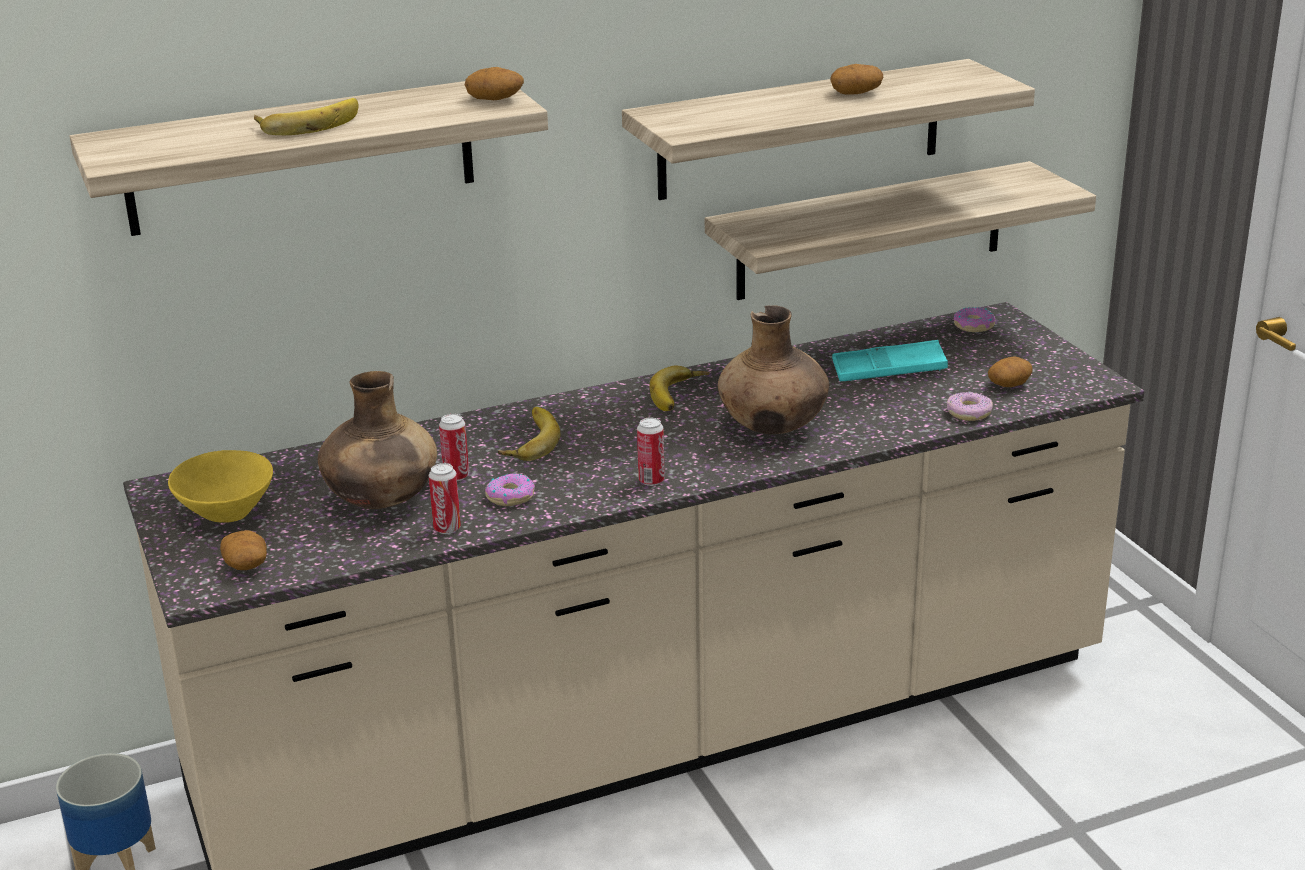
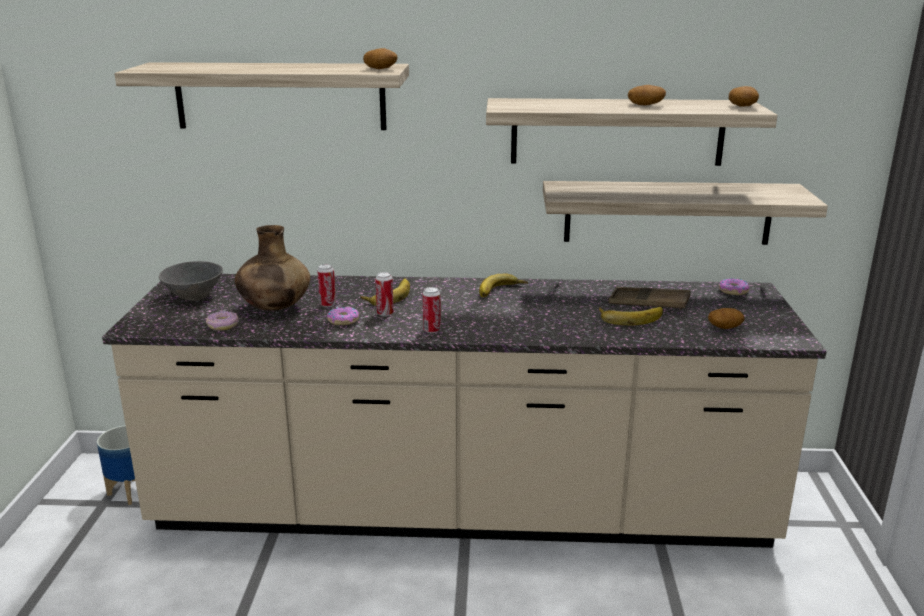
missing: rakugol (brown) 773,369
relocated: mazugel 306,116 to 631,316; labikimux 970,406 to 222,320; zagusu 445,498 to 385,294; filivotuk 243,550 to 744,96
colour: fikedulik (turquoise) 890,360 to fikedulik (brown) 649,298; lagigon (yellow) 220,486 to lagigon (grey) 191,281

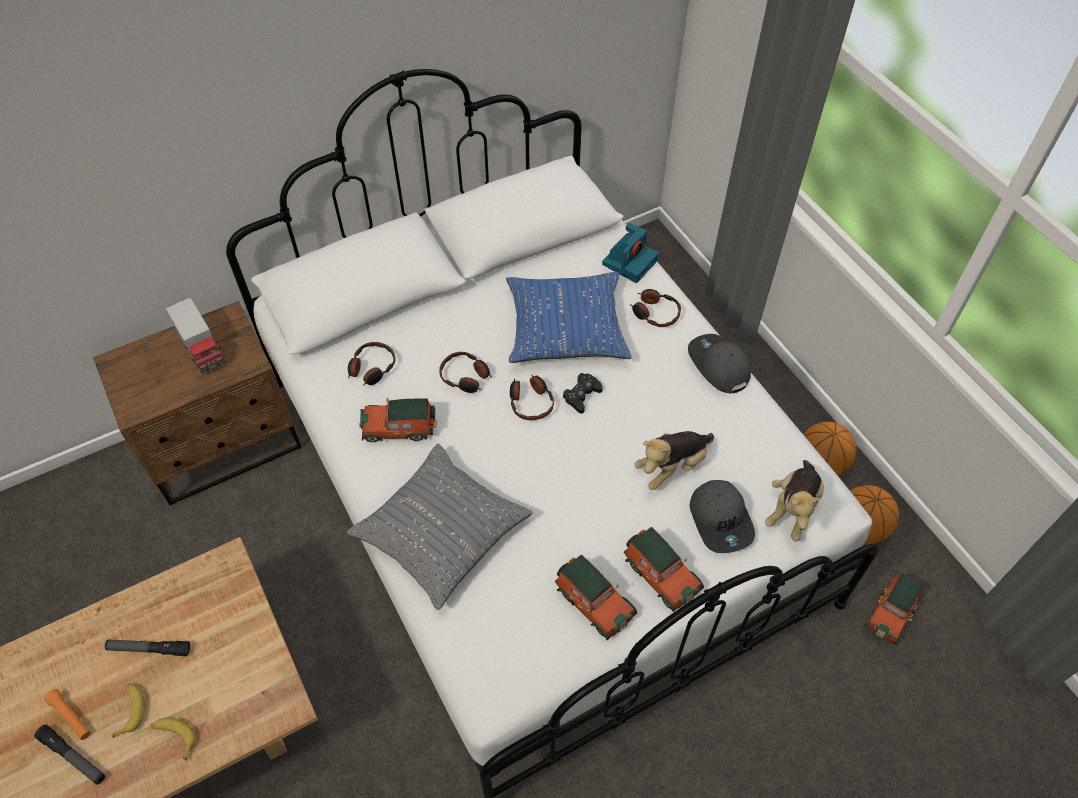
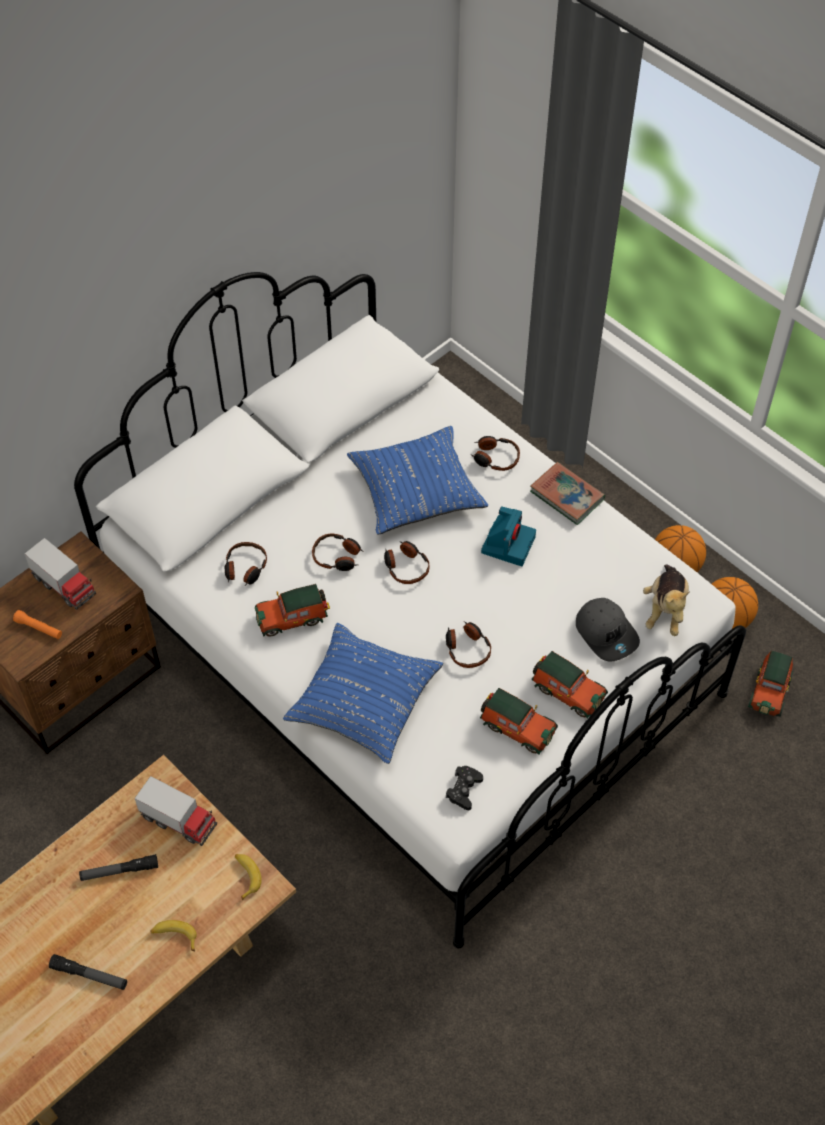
missing: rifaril 674,460
appeared: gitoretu 468,644; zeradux 176,811
relocated: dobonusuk 630,253 to 508,536; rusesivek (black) 583,393 to 464,788; mazugel 129,710 to 248,877; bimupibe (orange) 68,714 to 37,624
exchanged: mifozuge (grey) 719,363 to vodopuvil 567,493
colour: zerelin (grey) 439,527 to zerelin (blue) 363,693

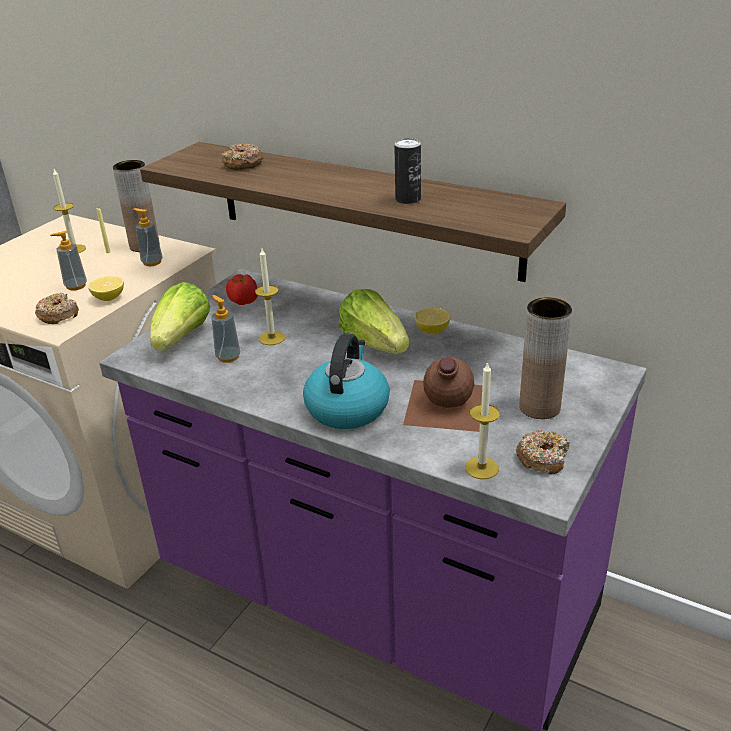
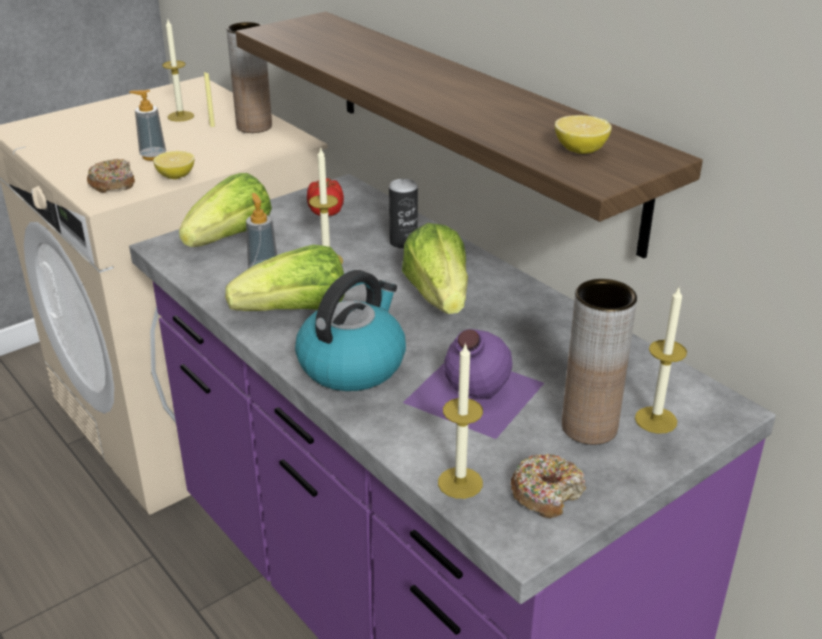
missing: labikimux 242,156; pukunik 147,237
appeared: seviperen 285,277; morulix 661,361
relocated: zagusu 407,171 to 403,214; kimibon 432,321 to 583,134
colour: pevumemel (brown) 442,394 to pevumemel (purple) 473,384

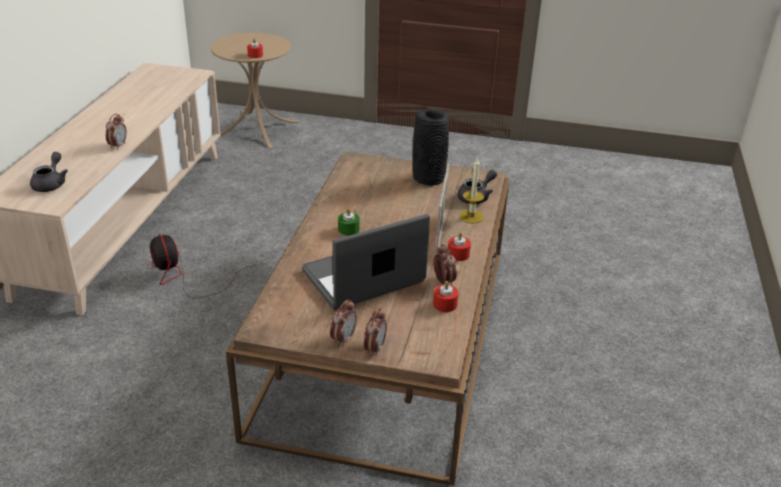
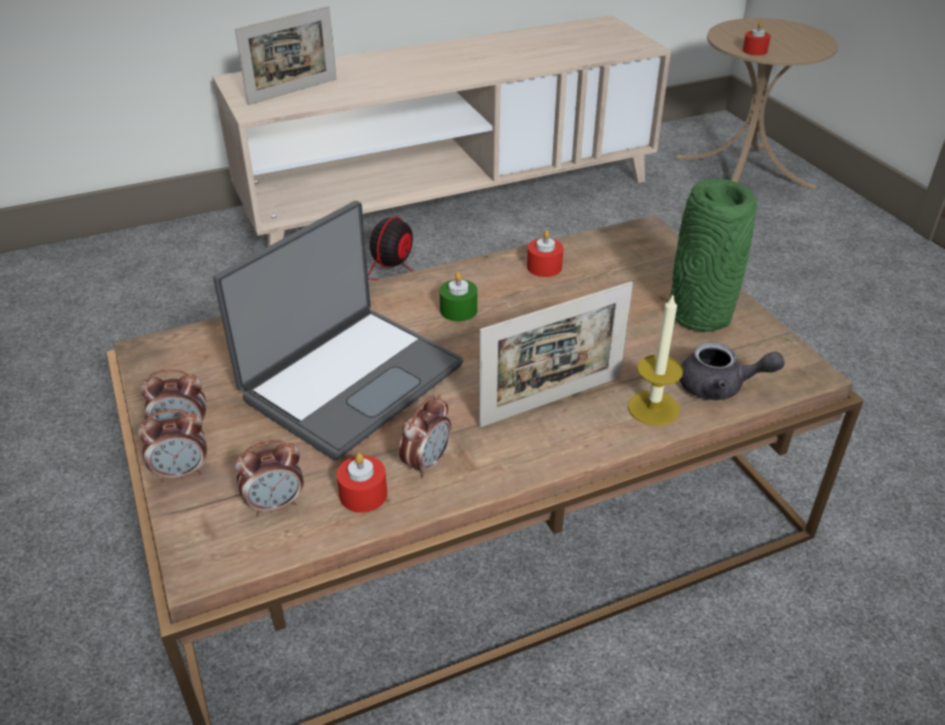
relocated: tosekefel 116,132 to 269,478; morulix (red) 459,246 to 545,253
exchanged: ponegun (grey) 49,172 to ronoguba 285,55
colour: rakugol (black) 431,147 to rakugol (green) 713,255
spun: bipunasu 366,262 = 338,330 105 degrees clockwise

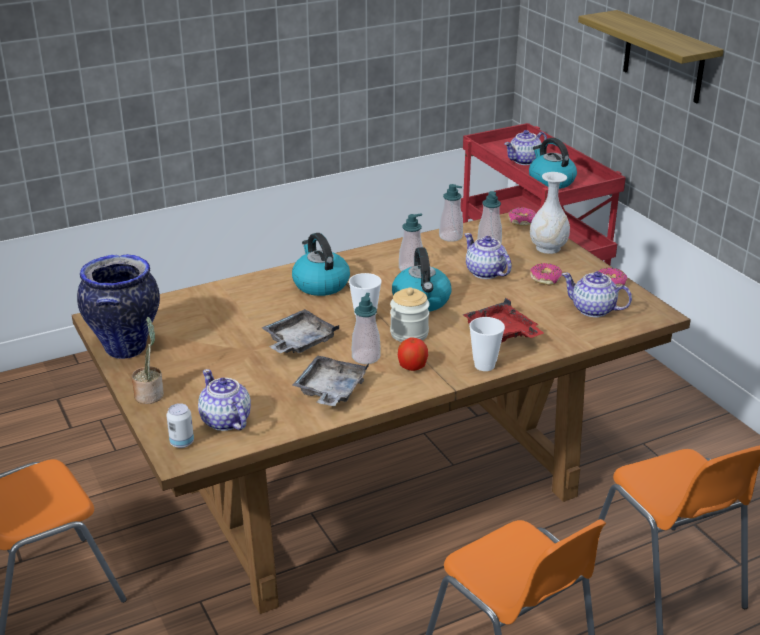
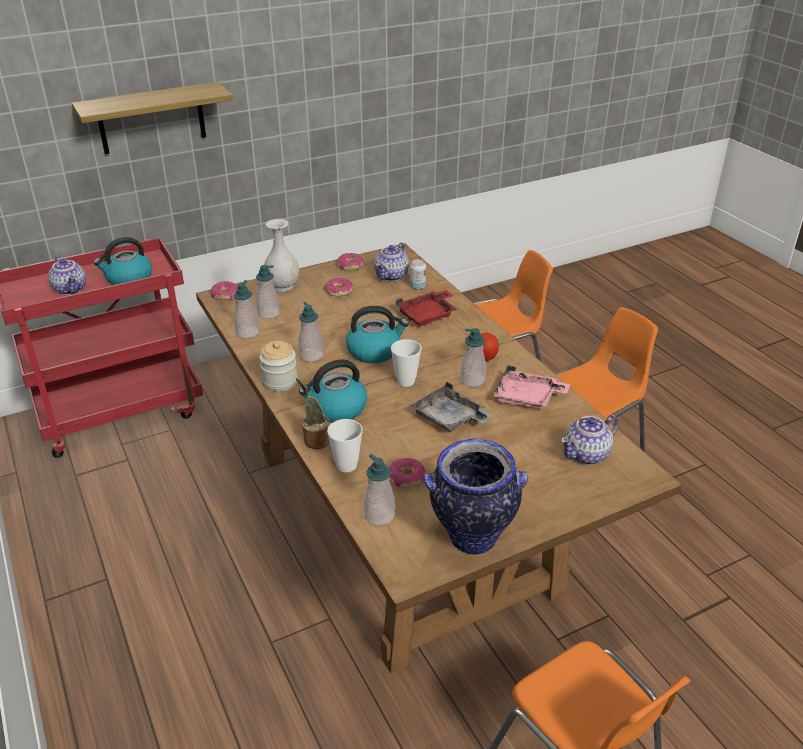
missing: ponegun 488,256
appeared: pukunik 379,490; labikimux 407,473
relocated: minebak 410,315 to 278,366; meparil 147,360 to 313,413; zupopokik 487,344 to 345,445; zagusu 180,425 to 418,274
colour: fikedulik (grey) 330,380 to fikedulik (pink) 531,387

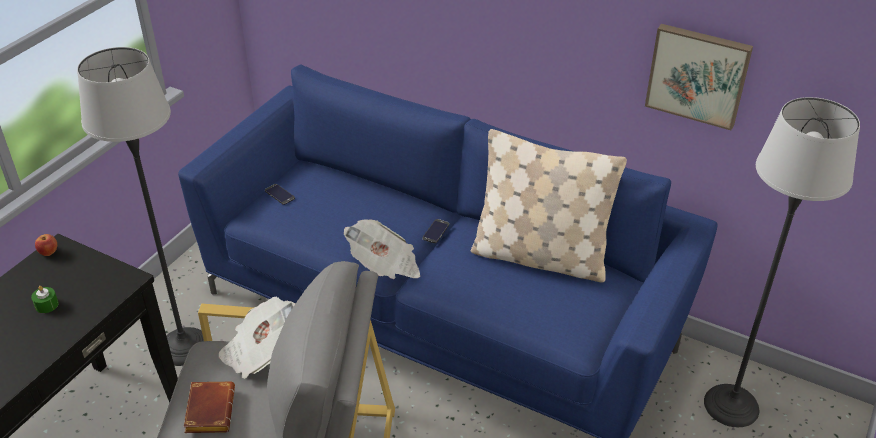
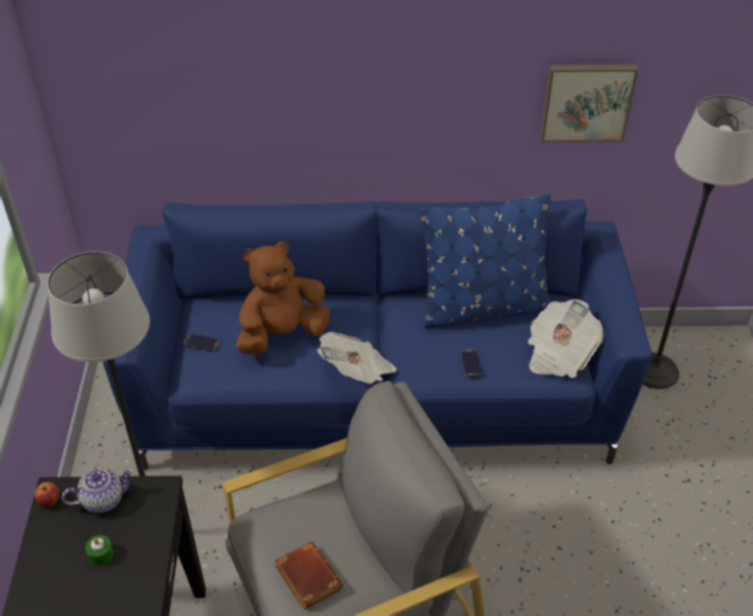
appeared: rifaril (brown) 283,298; ponegun 98,490
relocated: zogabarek 436,231 to 471,363; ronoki 257,337 to 566,338
colour: zerelin (beige) 549,206 to zerelin (blue) 485,261

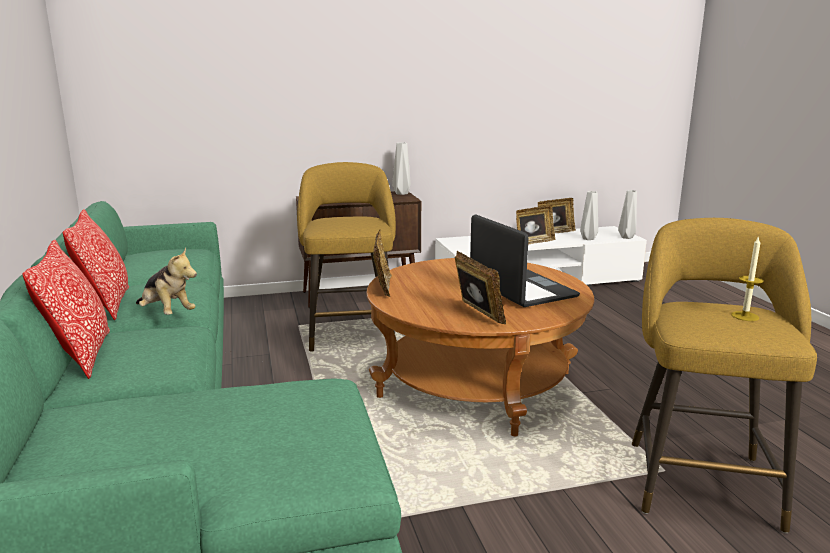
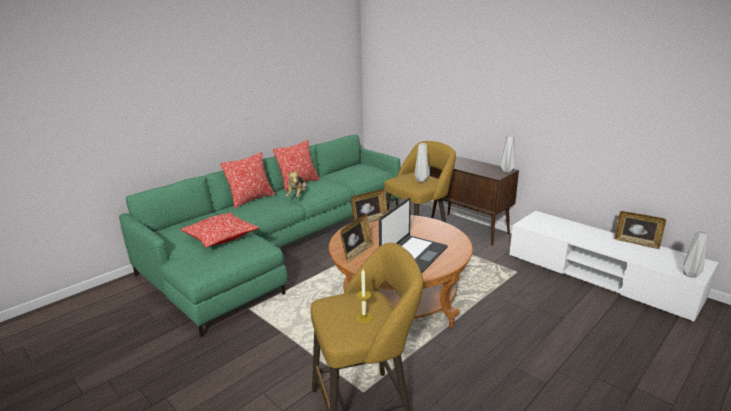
missing: ronoguba 536,224
appeared: zerelin 220,230
relocated: rakugol (grey) 589,215 to 422,162

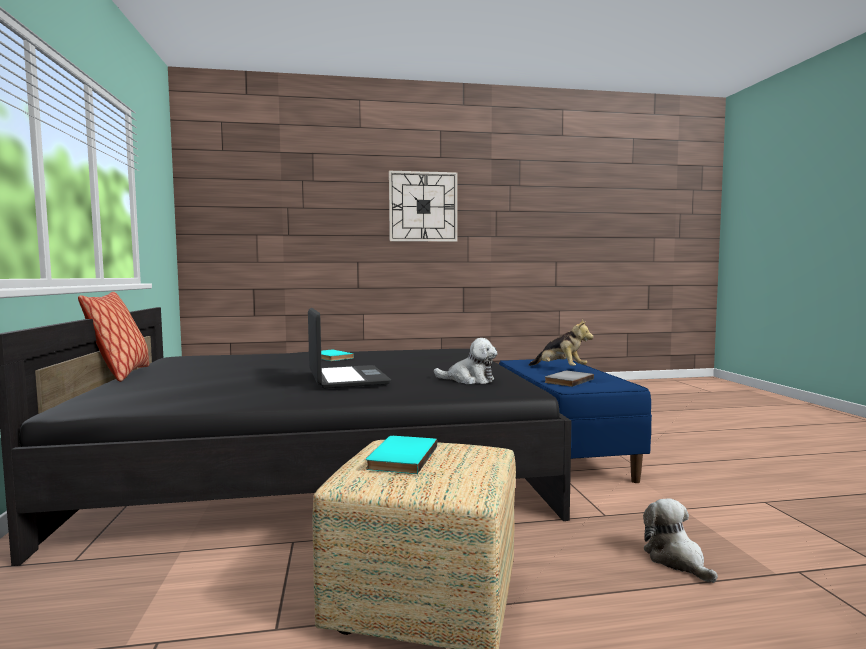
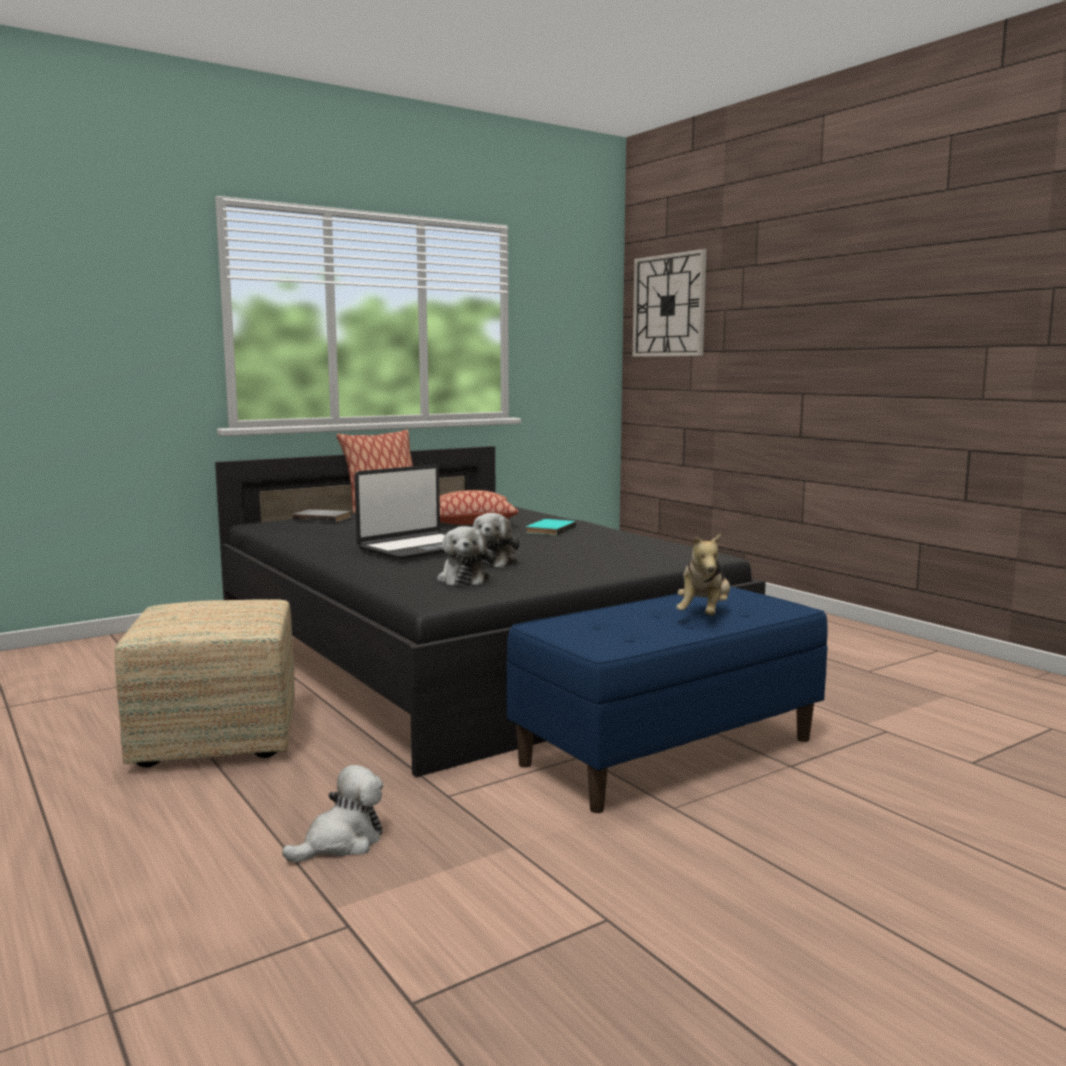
missing: vodopuvil (turquoise) 401,455
appeared: zerelin 479,507; rifaril 496,540
relocated: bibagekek 423,206 to 669,303; vodopuvil (grey) 569,379 to 321,515

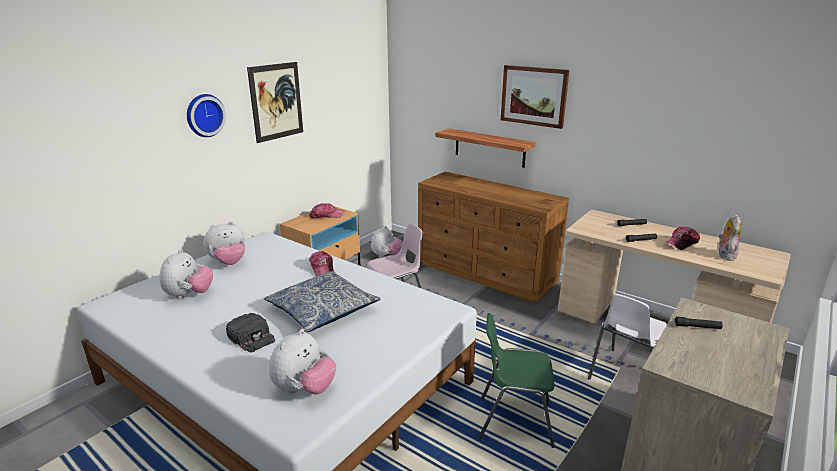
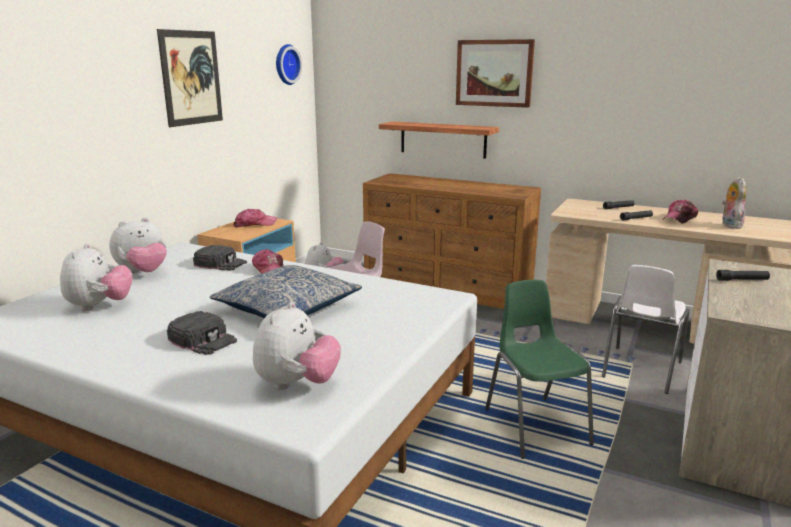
appeared: mifozuge (black) 220,258
relocated: bibagekek 206,115 to 289,64
spun: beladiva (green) 517,380 = 539,369 75 degrees clockwise

